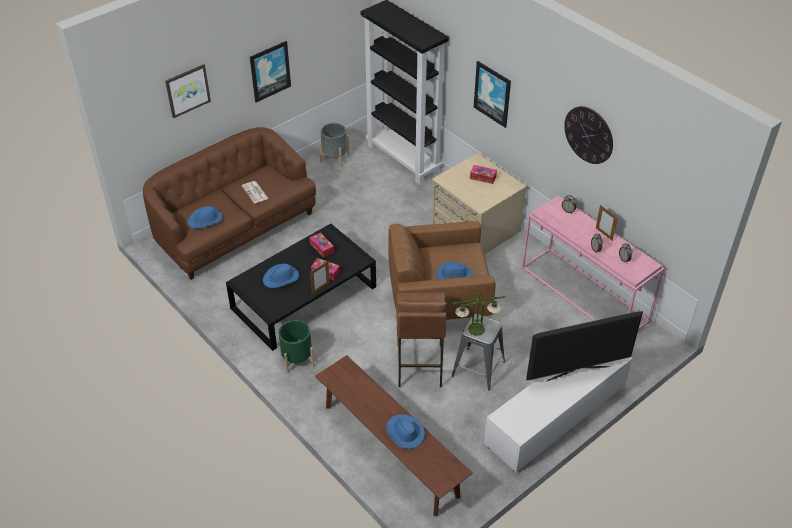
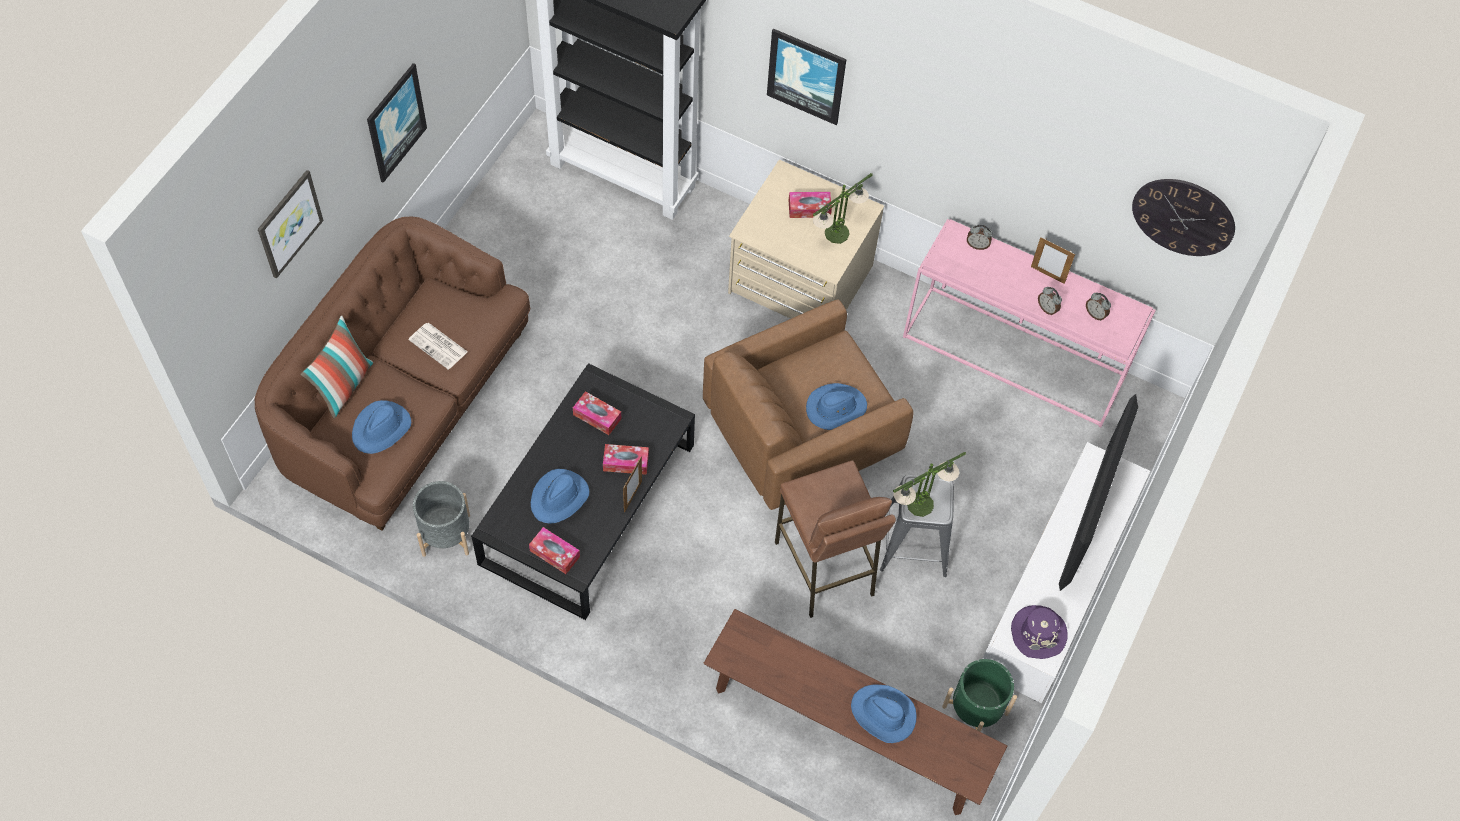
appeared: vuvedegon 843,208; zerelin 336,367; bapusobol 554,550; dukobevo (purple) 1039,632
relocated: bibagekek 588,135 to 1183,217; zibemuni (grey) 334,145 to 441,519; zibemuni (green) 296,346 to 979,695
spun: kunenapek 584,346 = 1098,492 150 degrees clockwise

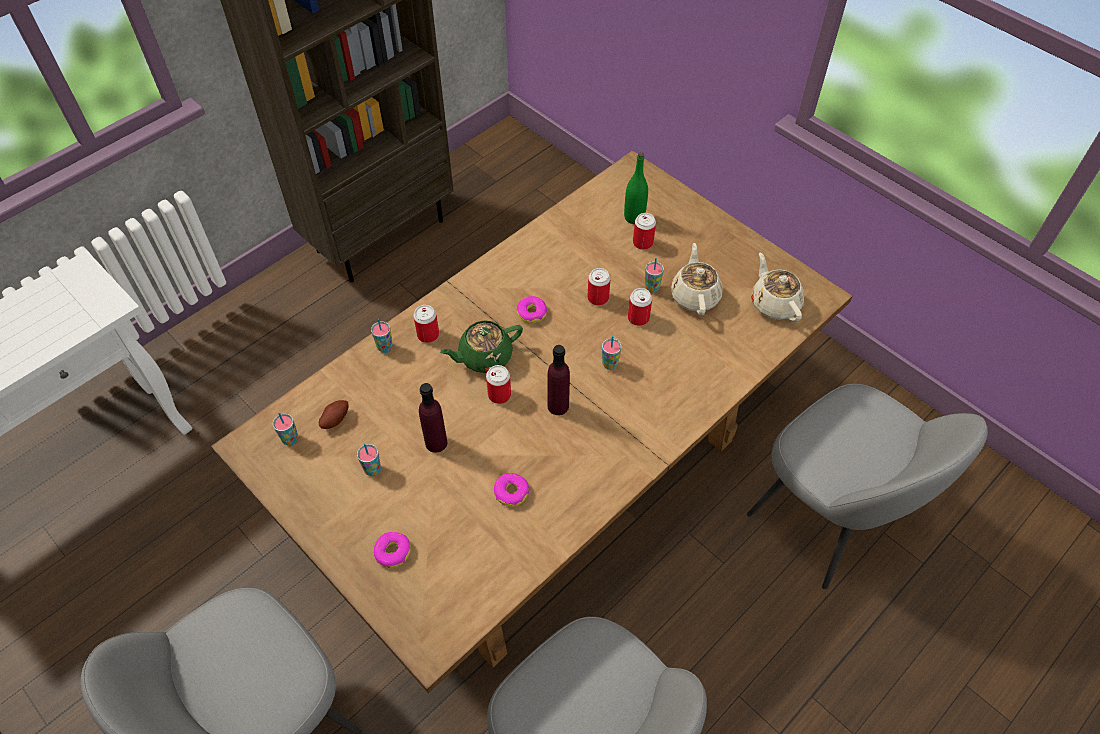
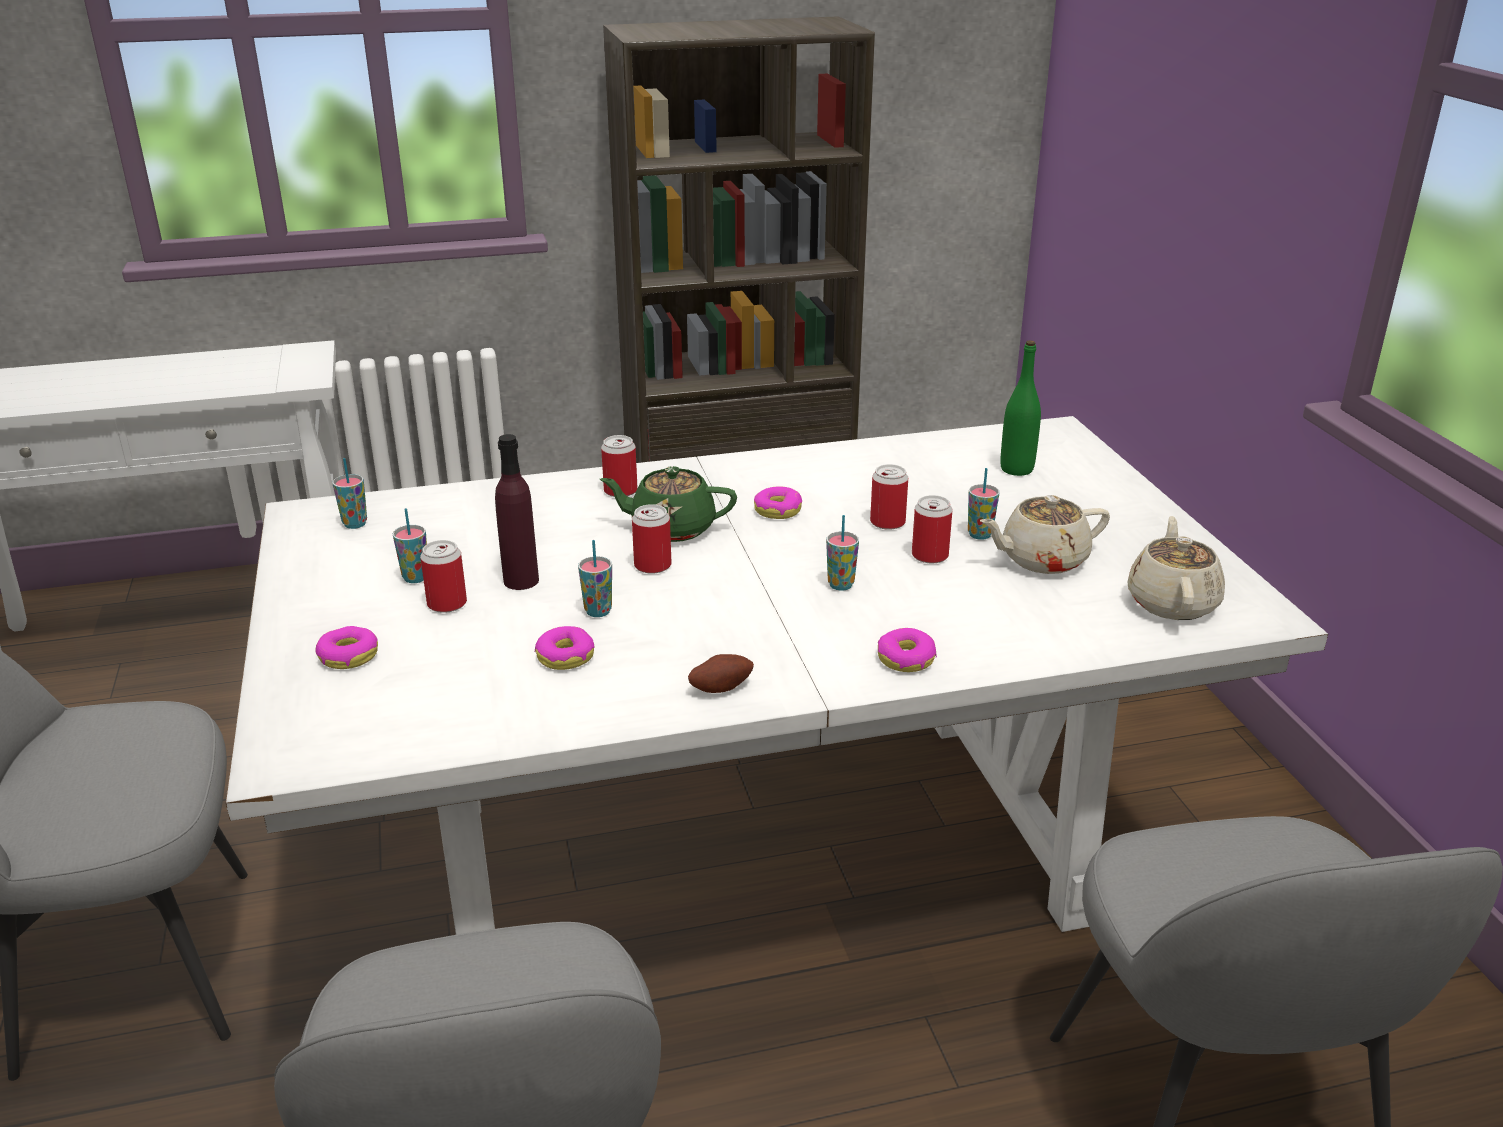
missing: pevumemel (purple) 558,380
appeared: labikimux 907,650
relocated: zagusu 644,231 to 443,576; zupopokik 382,336 to 595,578; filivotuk 334,414 to 721,673
colour: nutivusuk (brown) 531,421 to nutivusuk (white) 776,675
spun: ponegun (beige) 697,279 = 1045,534 135 degrees counterclockwise

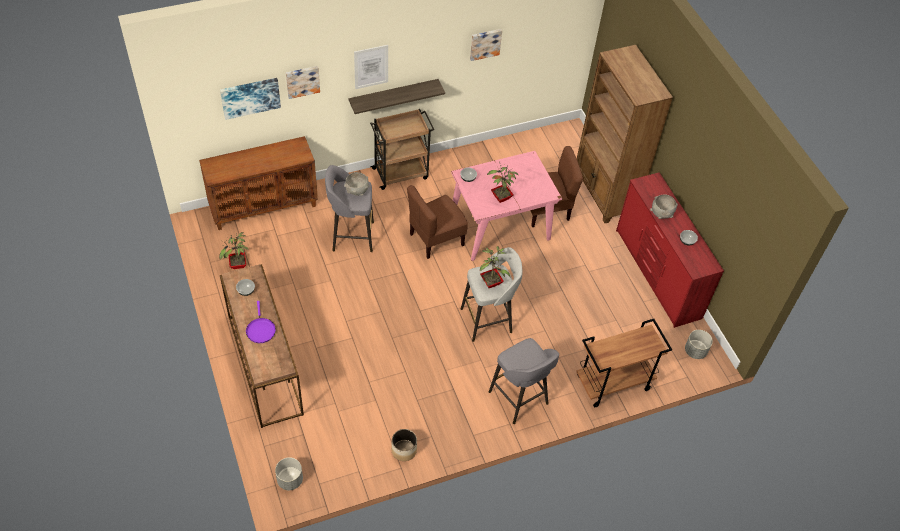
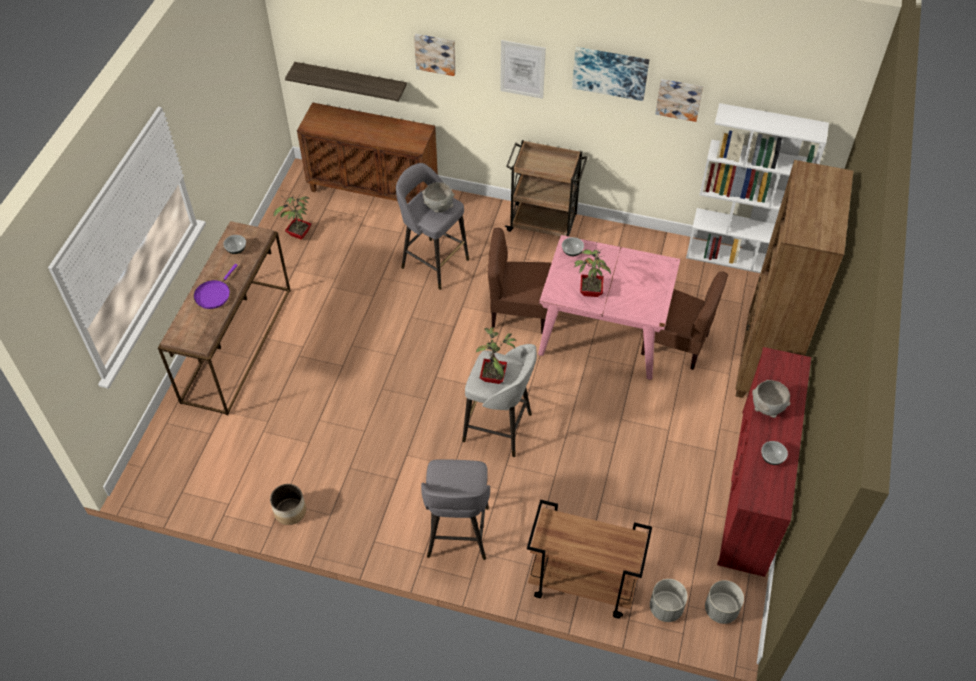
appeared: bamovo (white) 757,188
relocated: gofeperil 250,99 to 610,74; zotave 396,96 to 346,82; zibemuni (grey) 289,473 to 669,600

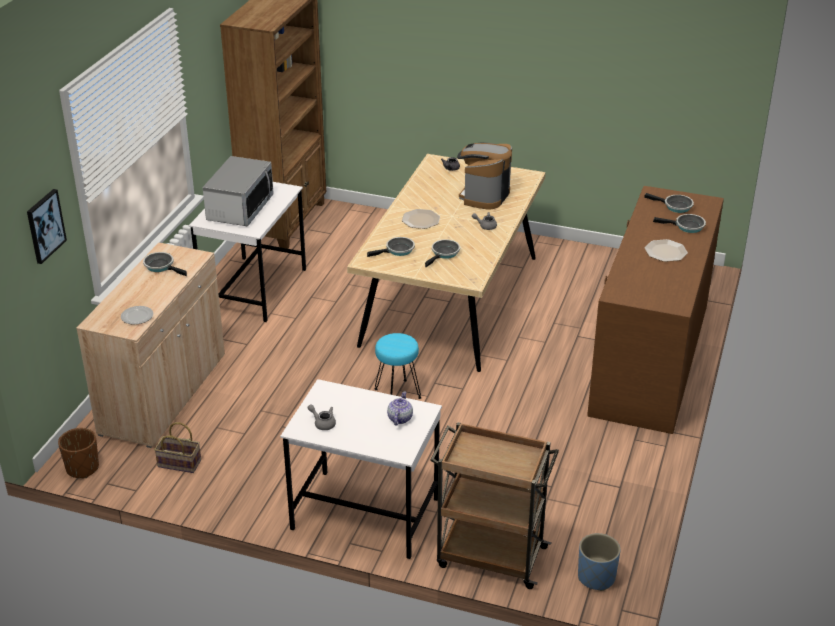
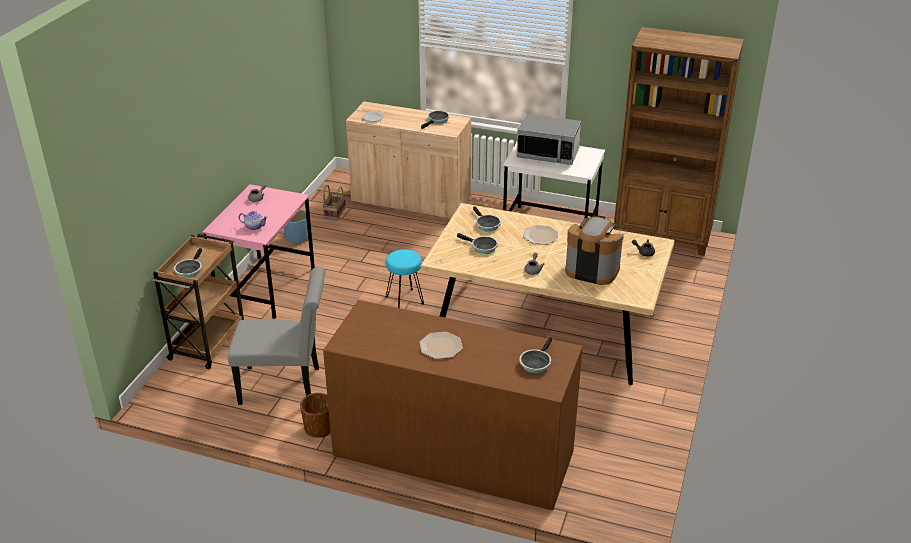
missing: gofeperil 47,226
appeared: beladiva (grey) 277,336
relocated: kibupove 679,223 to 188,263; zibemuni (brown) 78,453 to 315,415; zibemuni (blue) 599,562 to 296,226
colour: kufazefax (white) 361,469 to kufazefax (pink) 258,251

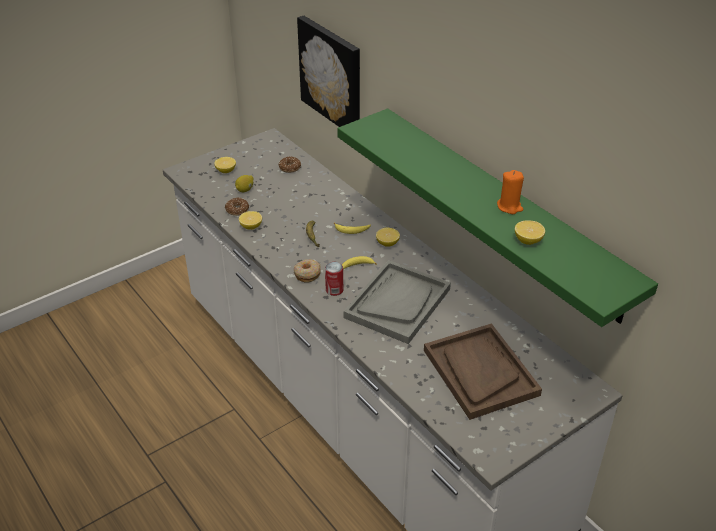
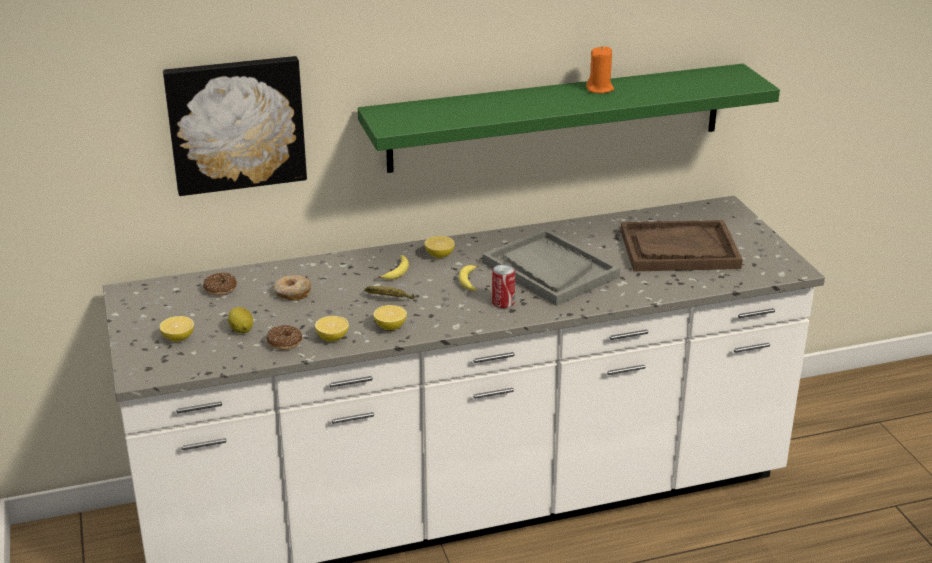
relocated: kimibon 530,232 to 390,317; labikimux 307,270 to 293,288

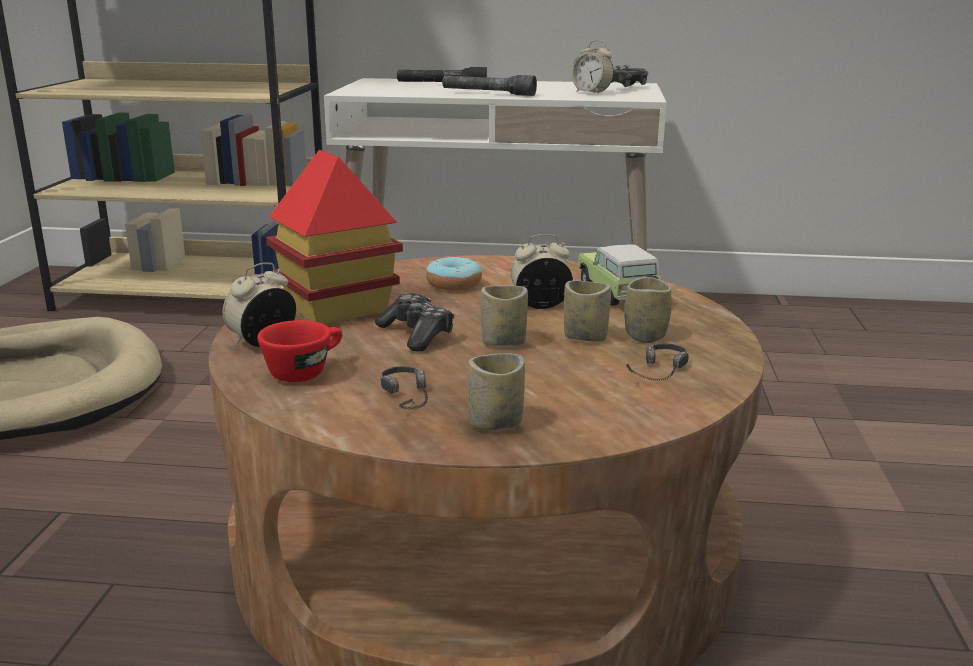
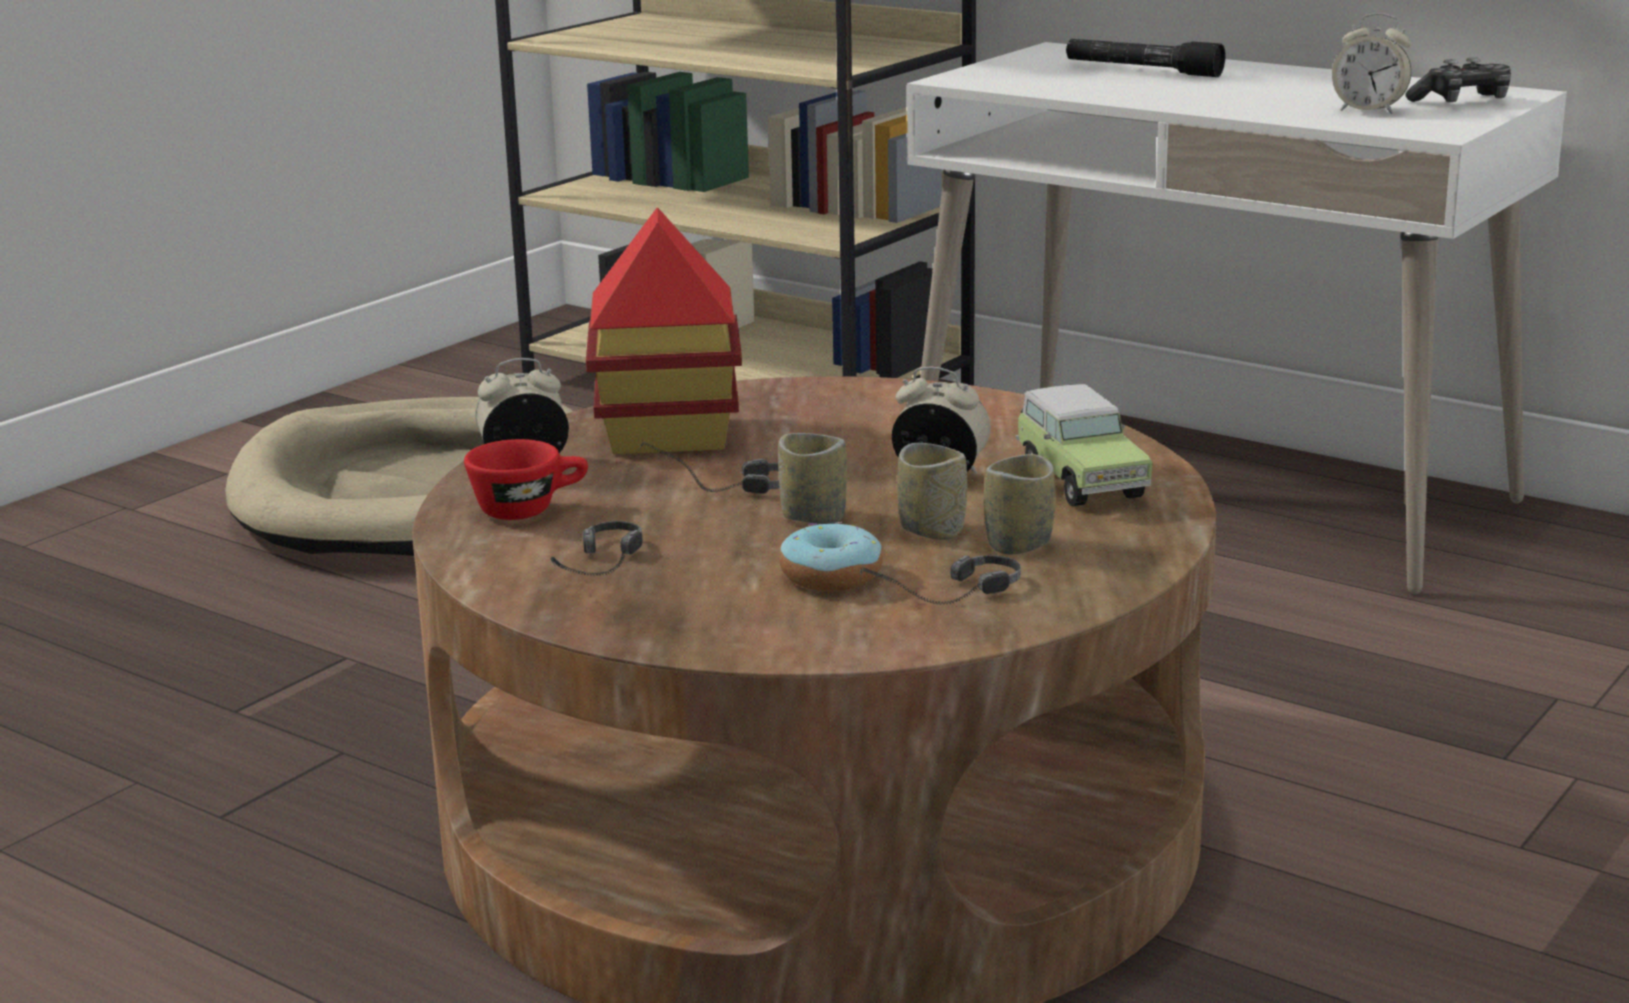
missing: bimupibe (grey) 489,85; zupopokik 496,391
relocated: labikimux 454,273 to 831,556
exchanged: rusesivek 414,322 to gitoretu 709,468
spun: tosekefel 593,67 = 1371,63 45 degrees counterclockwise; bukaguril 620,275 = 1084,445 150 degrees clockwise

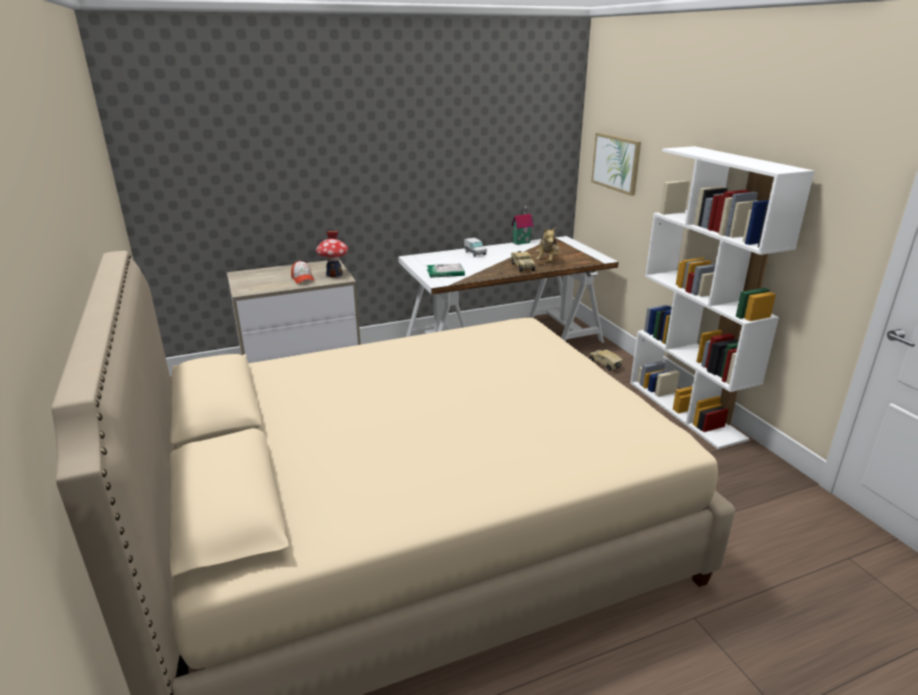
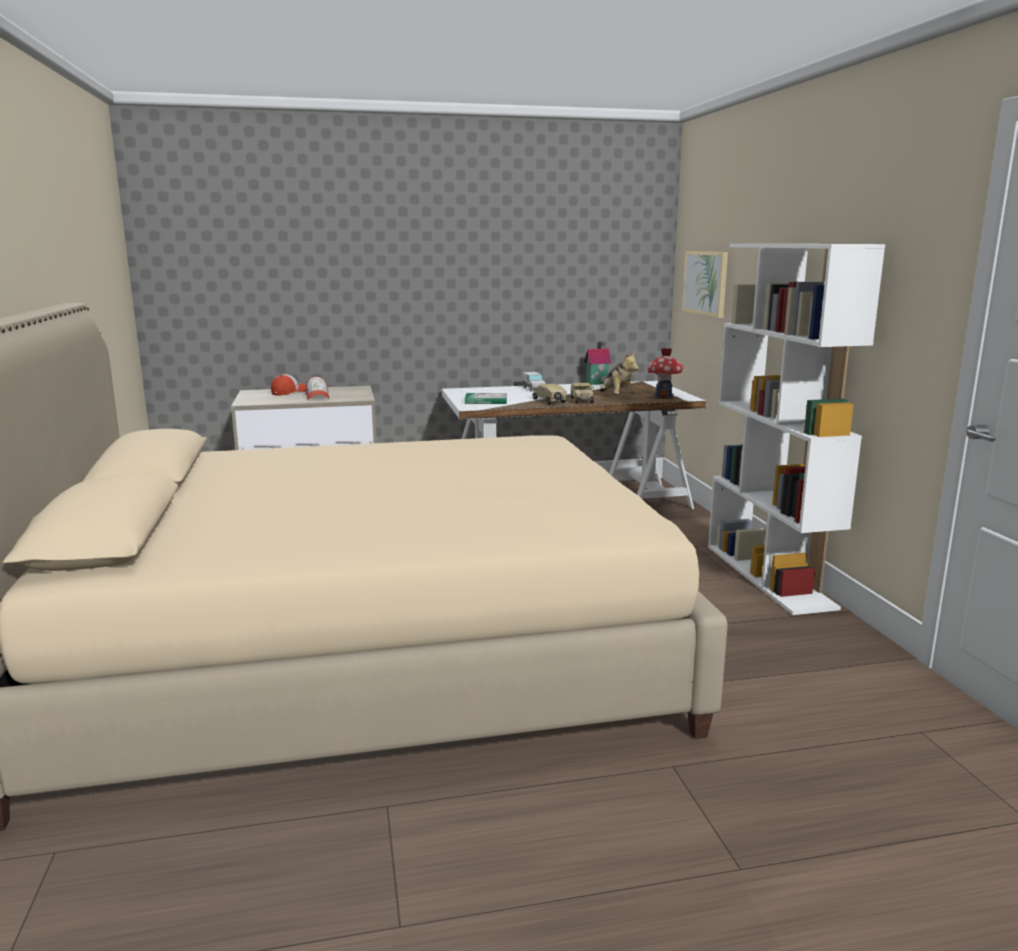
appeared: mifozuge 288,385
relocated: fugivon 332,254 to 666,373; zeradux 606,360 to 550,394
spun: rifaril 547,244 = 619,373 45 degrees counterclockwise

